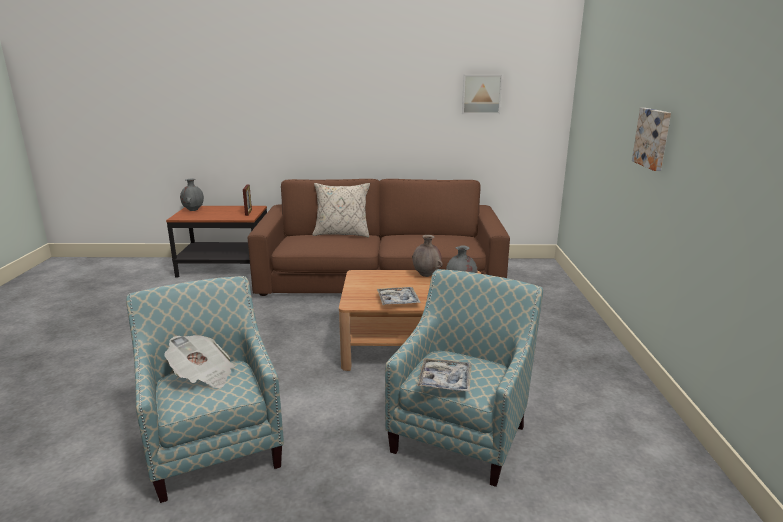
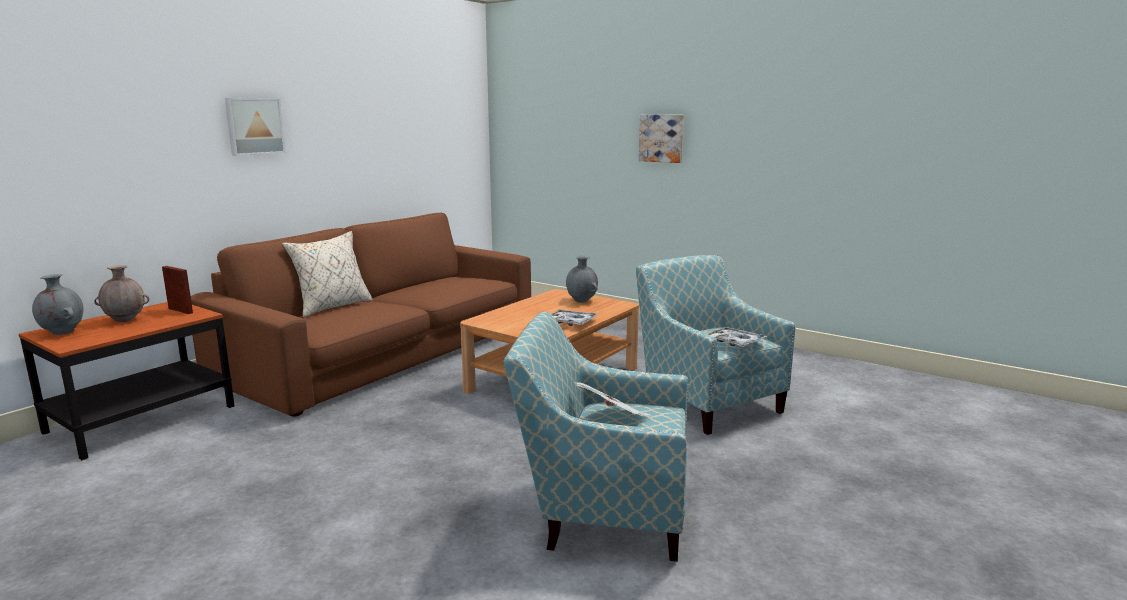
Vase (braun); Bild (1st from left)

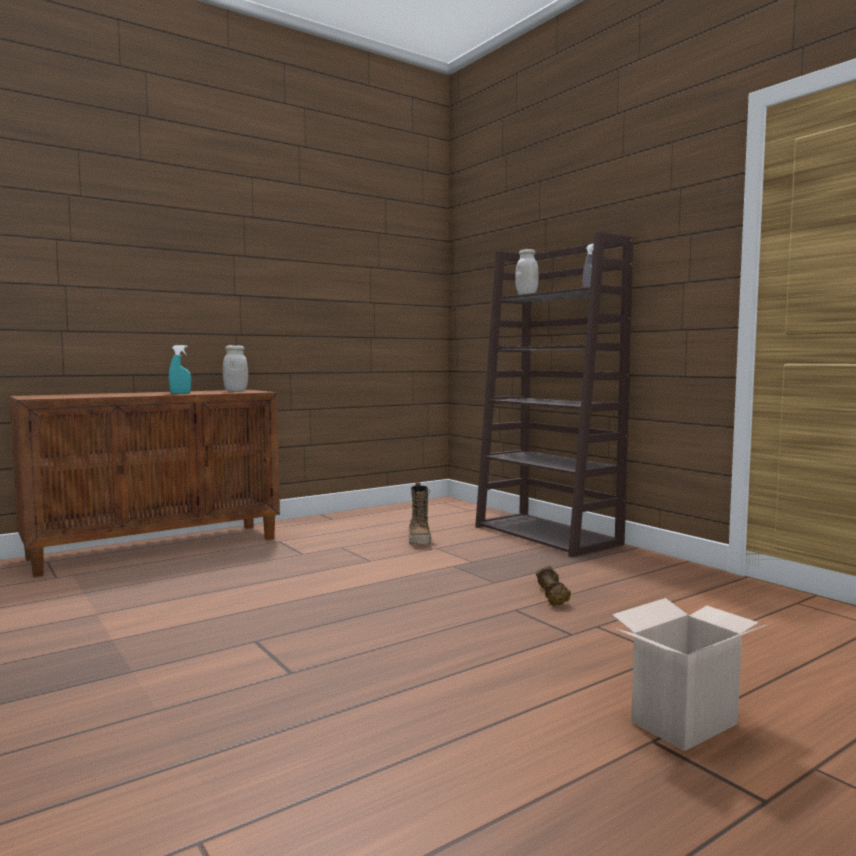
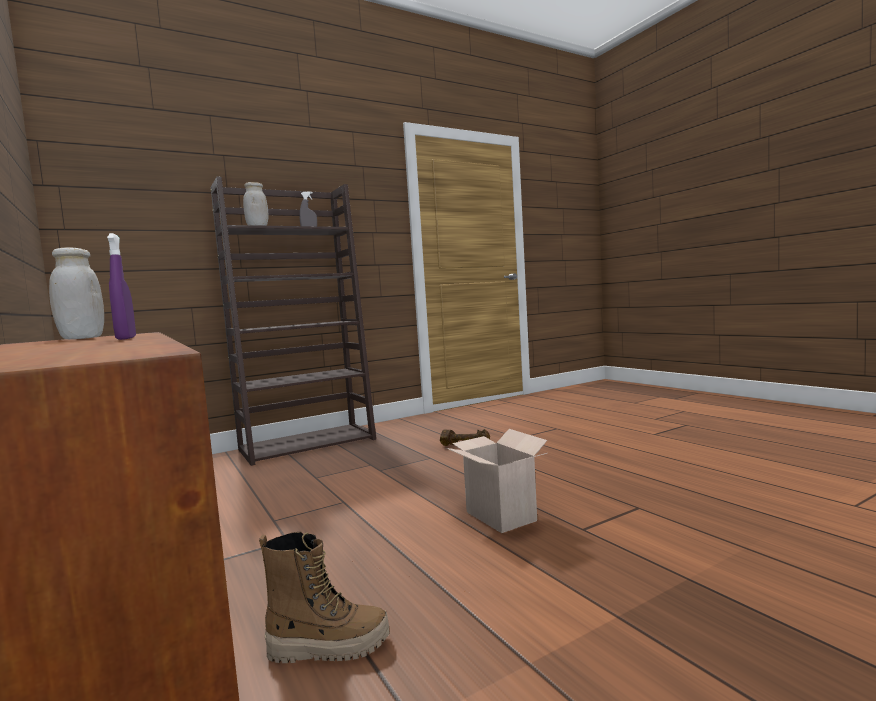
Sprühflasche (lila); Stiefel; Karton

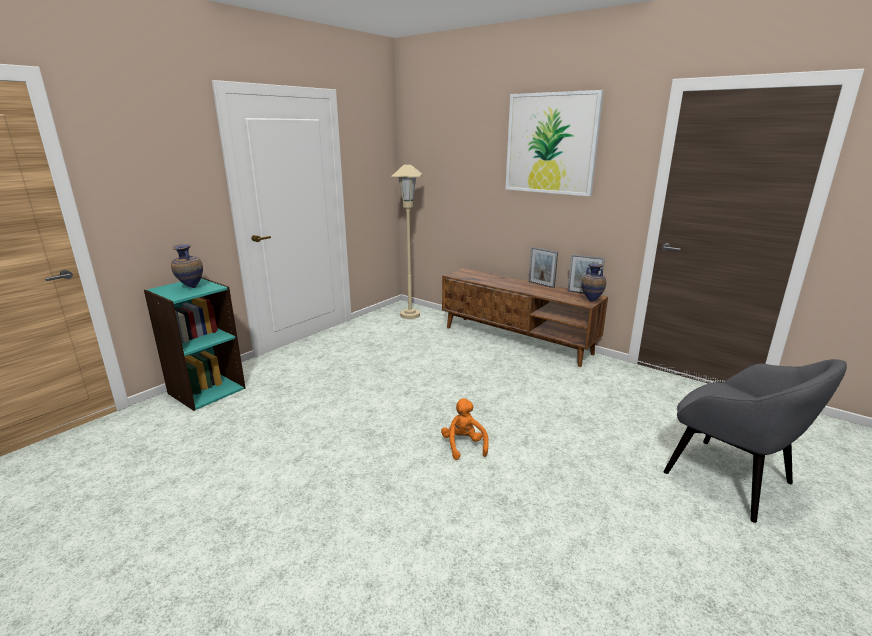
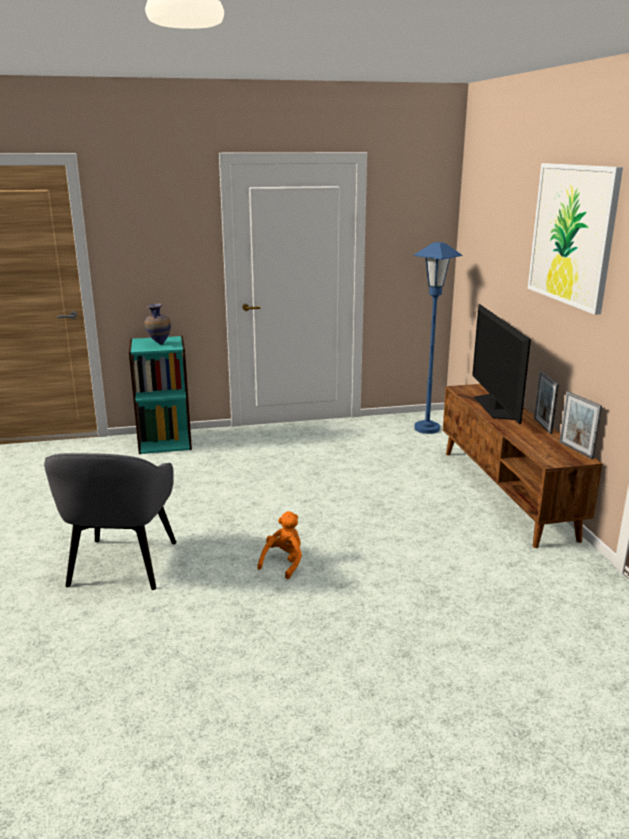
Sessel (grau); Stehlampe (blau); Fernseher; Vase (2nd from left in the first image)

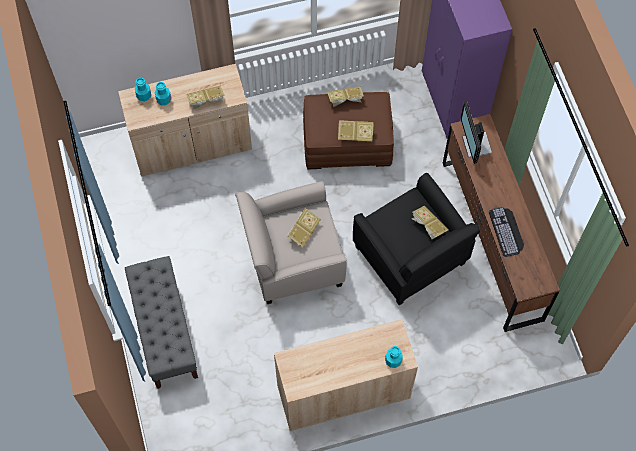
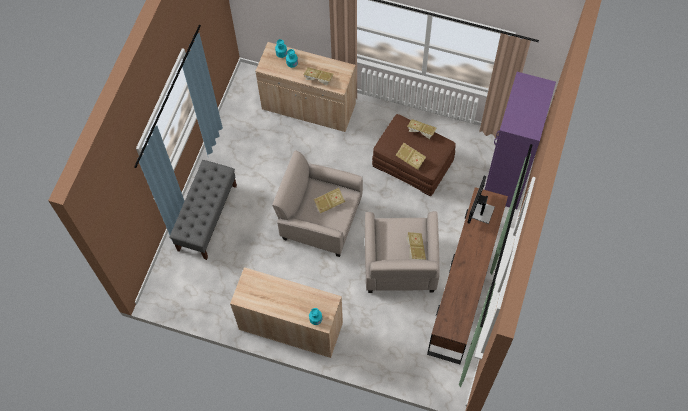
Sessel (beige) (2nd from left); Tastatur

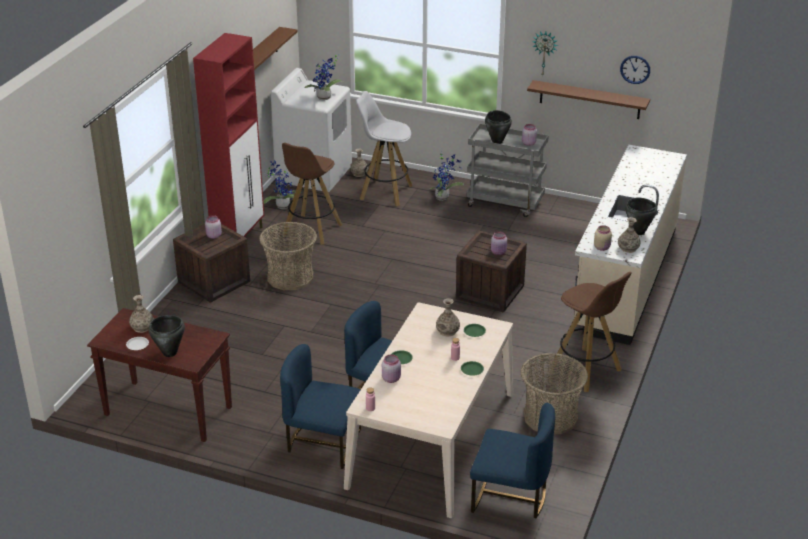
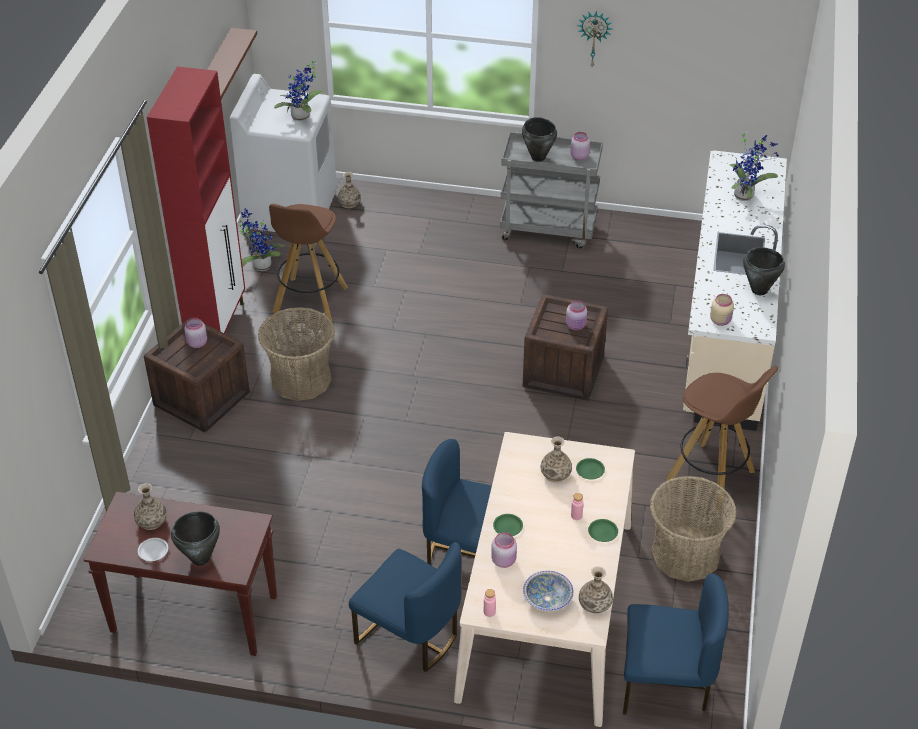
Stuhl (blau) (1st from left); Schüssel; Vase (4th from left); Topfpflanze (3rd from left); Hocker (weiß); Wandregal (braun) (2nd from left in the first image); Wanduhr (2nd from left in the first image)

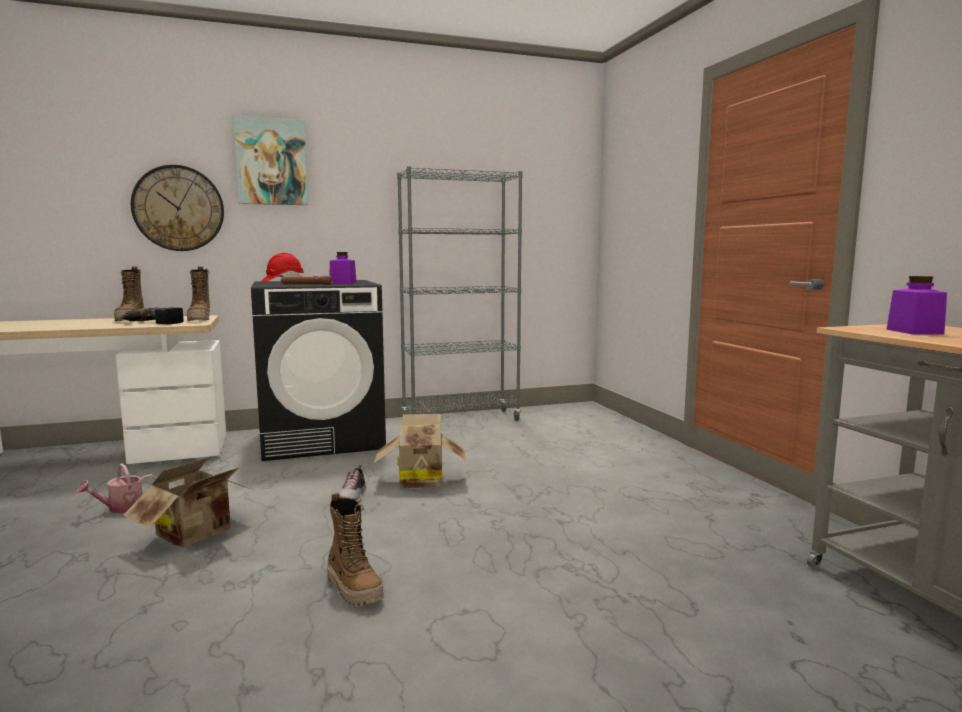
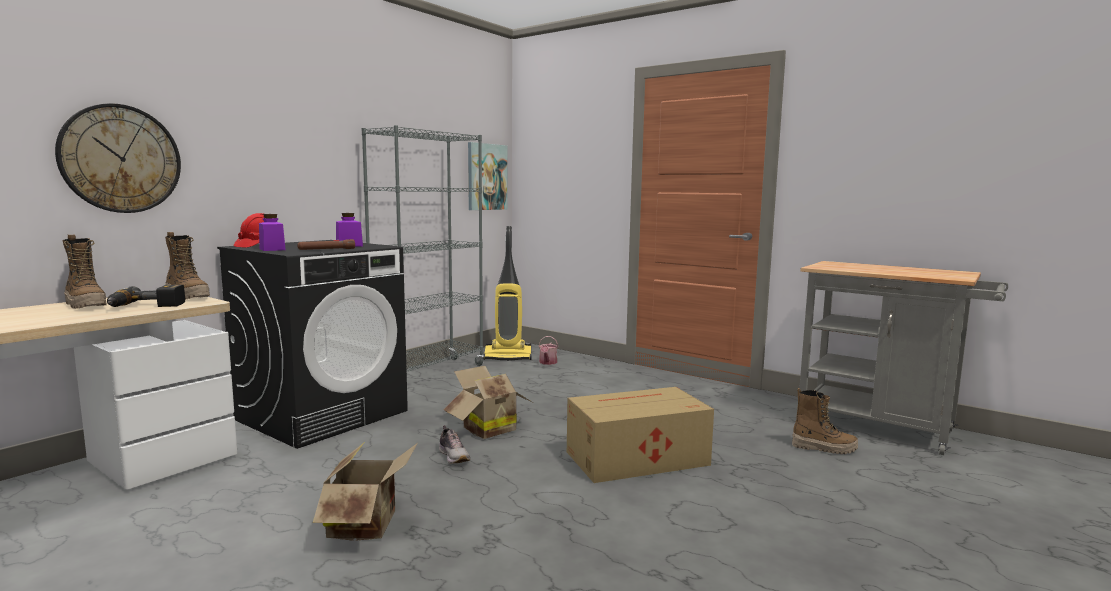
Vorratsglas (lila) (1st from left); Bild; Staubsauger; Gießkanne; Karton (3rd from left); Stiefel (3rd from left)

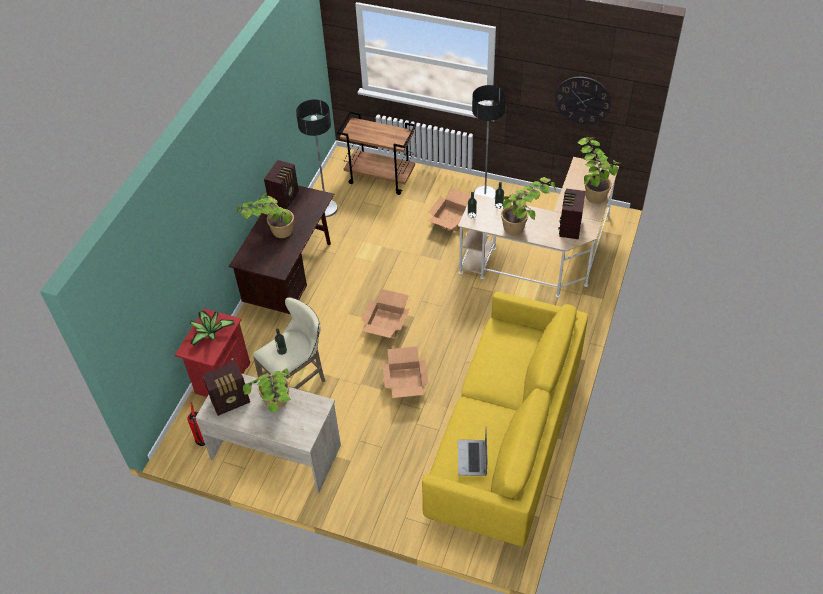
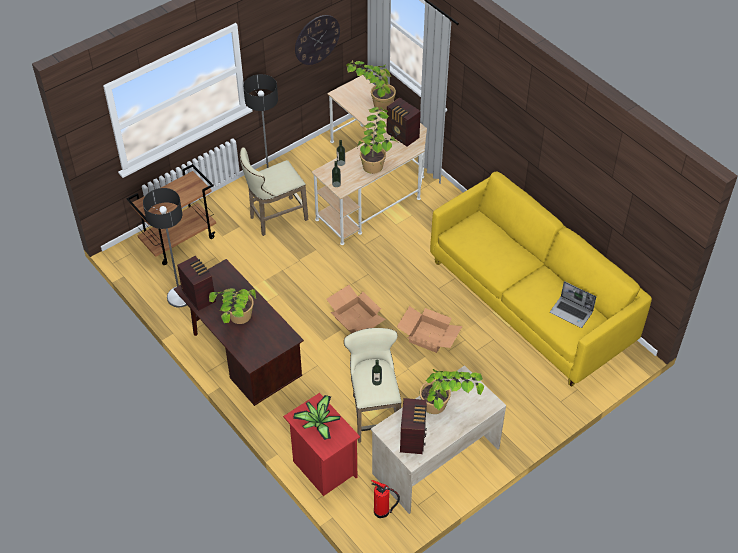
Hocker (beige) (1st from left)

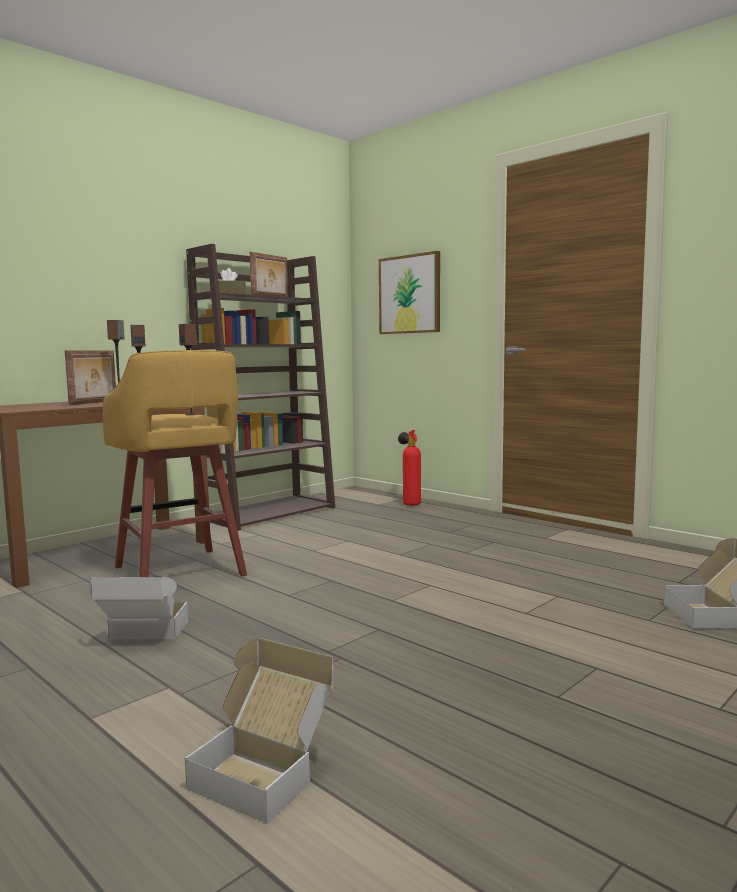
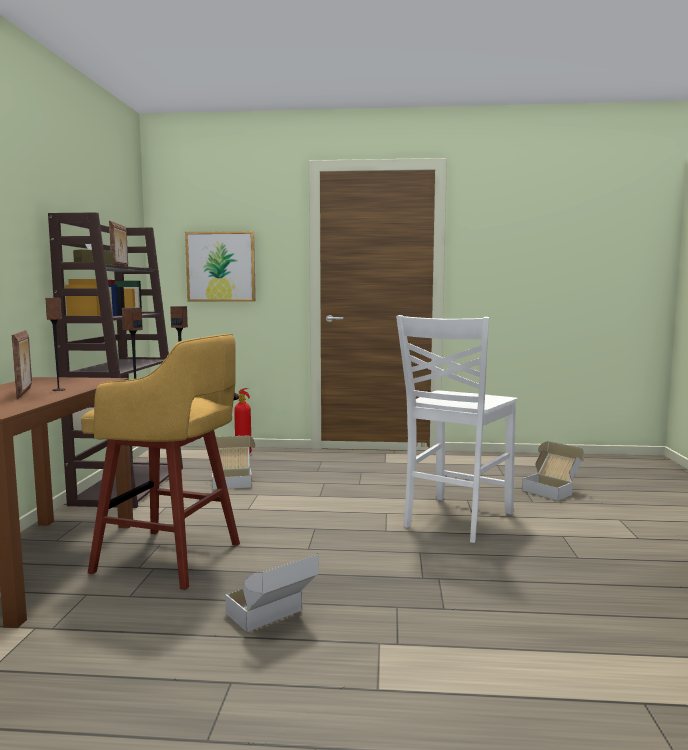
Karton (1st from left); Stuhl (weiß)

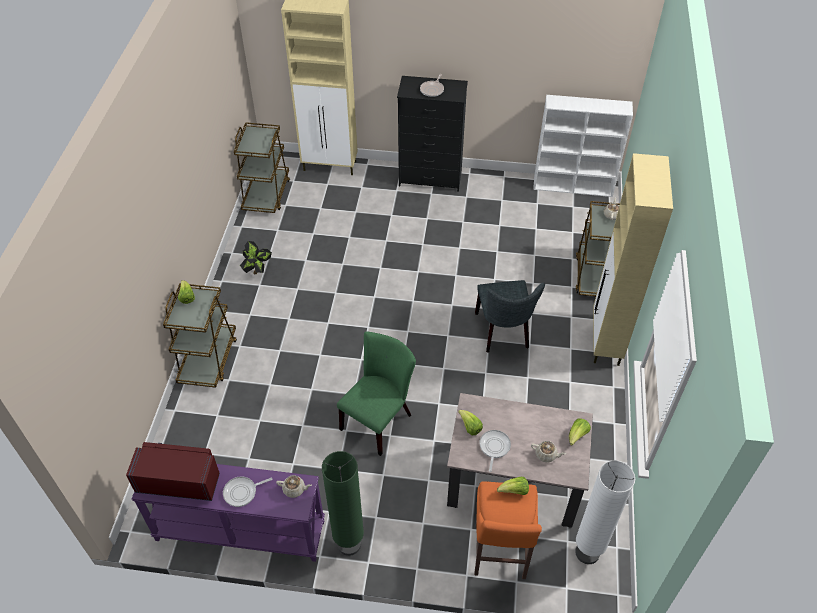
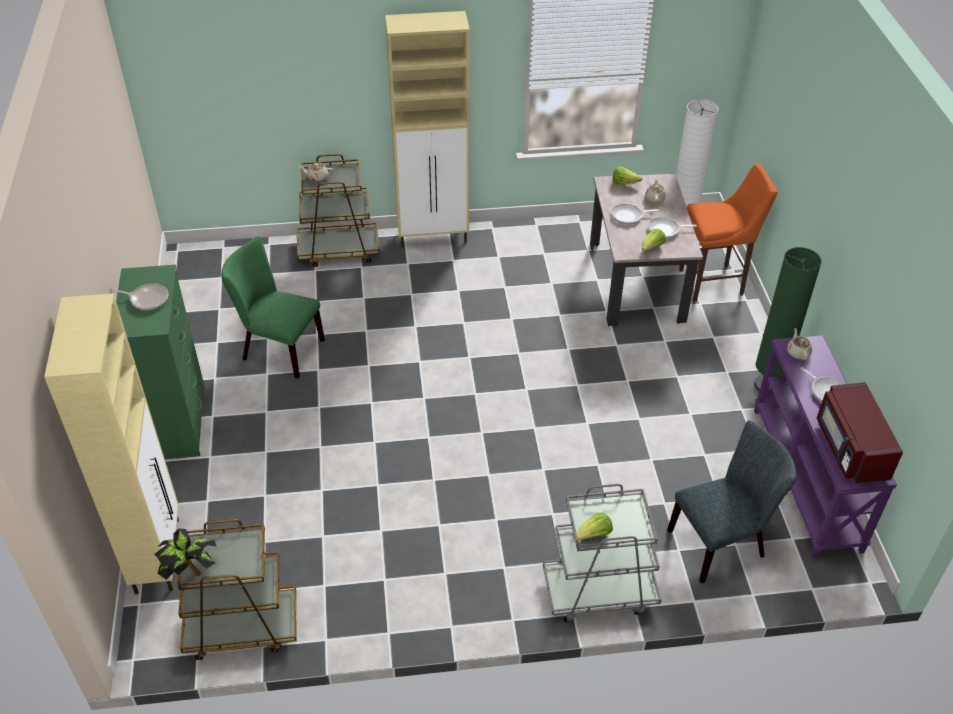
Kommode (grün); Topfpflanze; Stuhl (grün); Rollwagen (grau); Pfanne (2nd from left); Stuhl (grau); Salatkopf (3rd from left in the first image); Bücherregal (weiß)

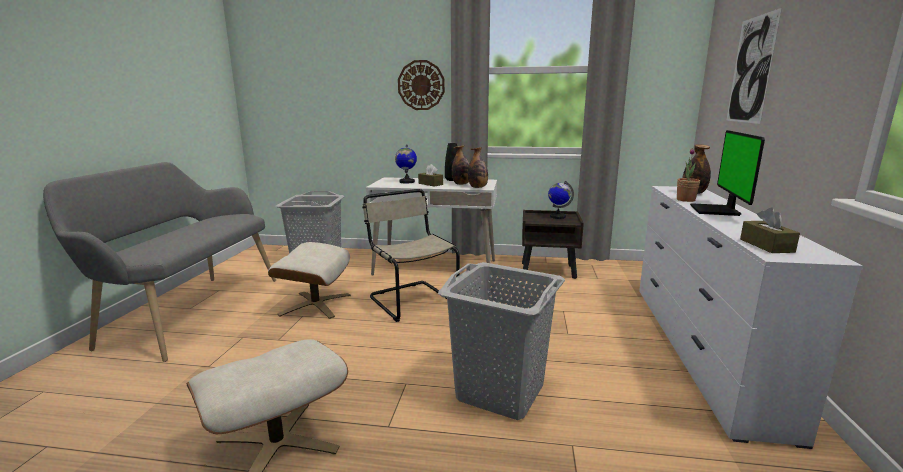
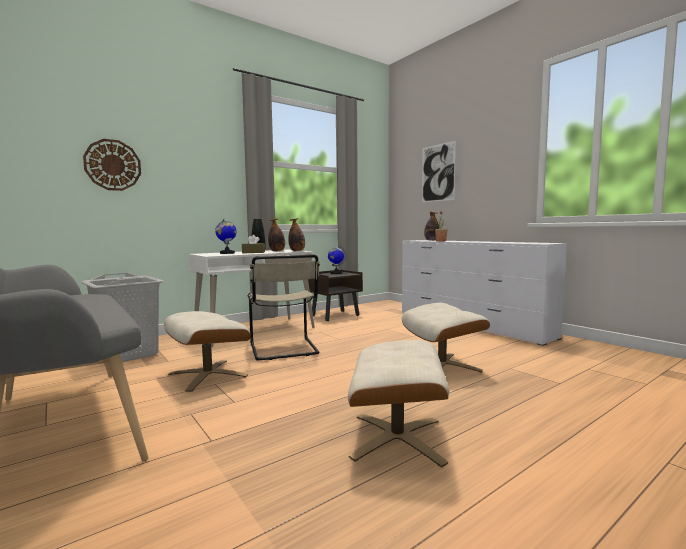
Wanduhr; Stuhl (beige); Polsterhocker (beige) (3rd from left); Monitor; Taschentuchbox (braun) (2nd from left in the first image)

